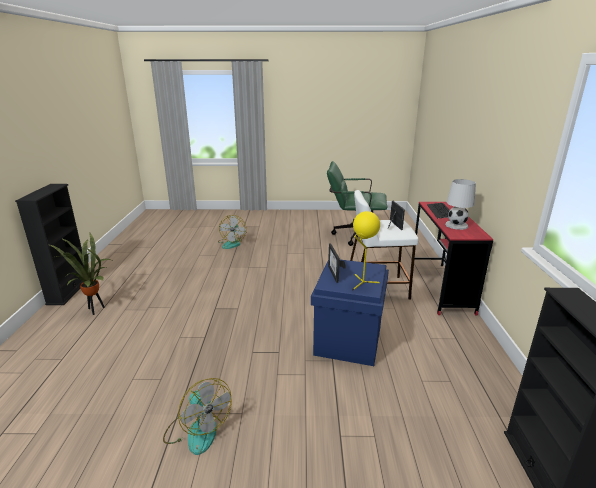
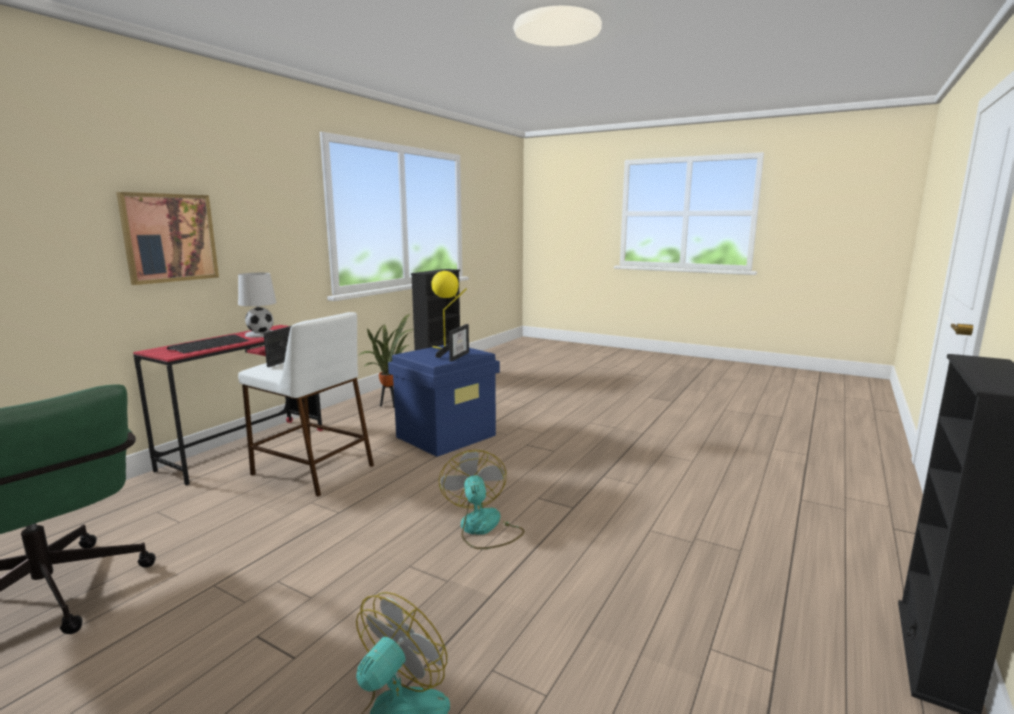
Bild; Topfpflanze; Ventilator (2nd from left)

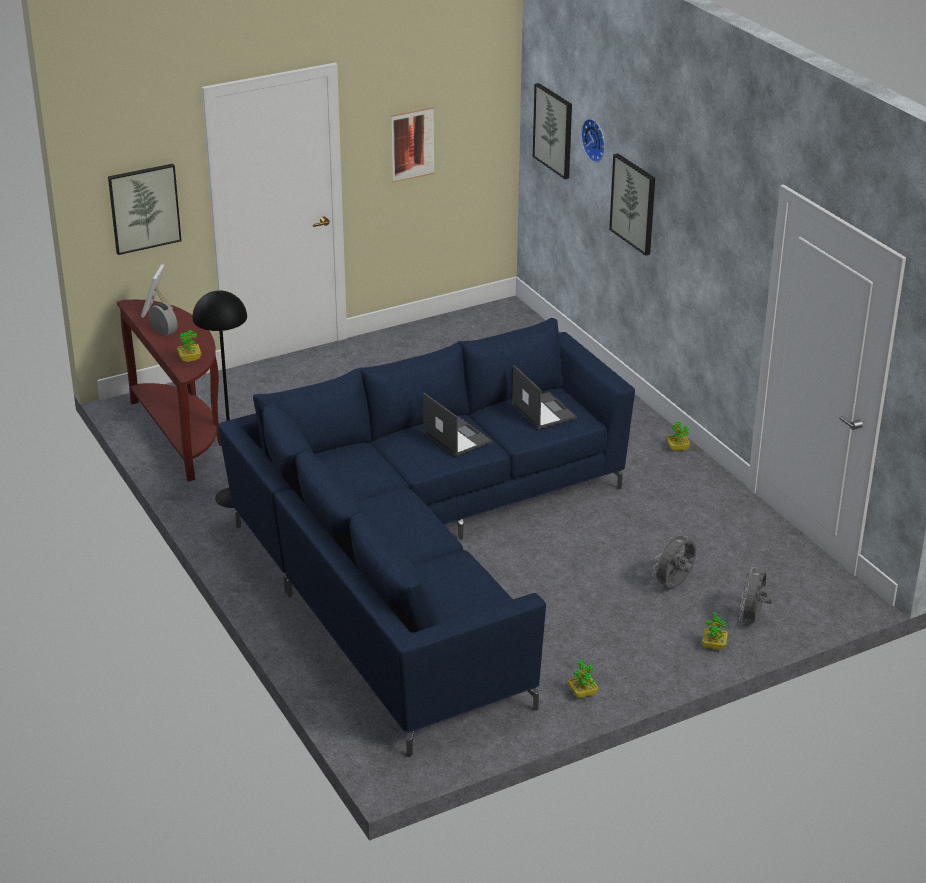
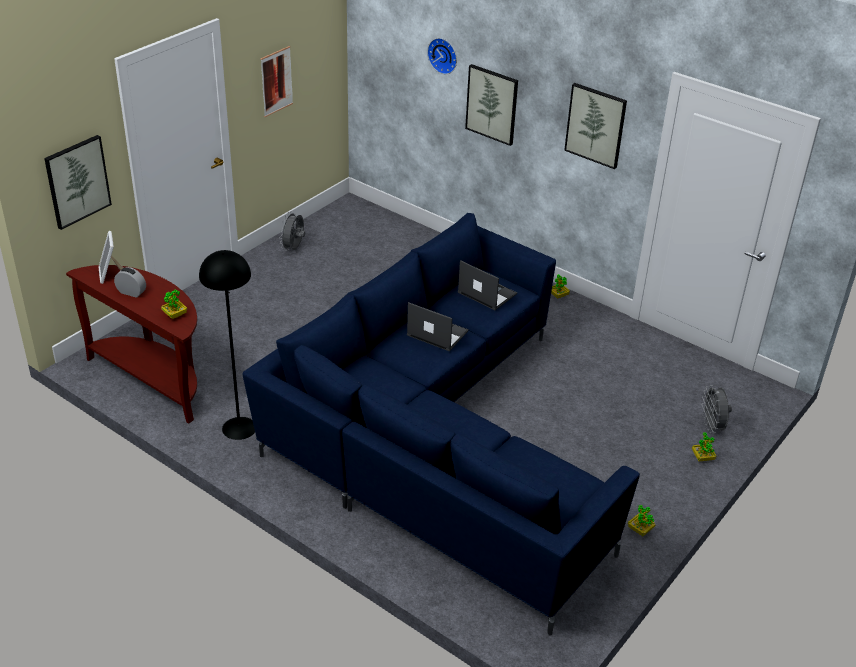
Ventilator (grau) (1st from left); Bild (4th from left)

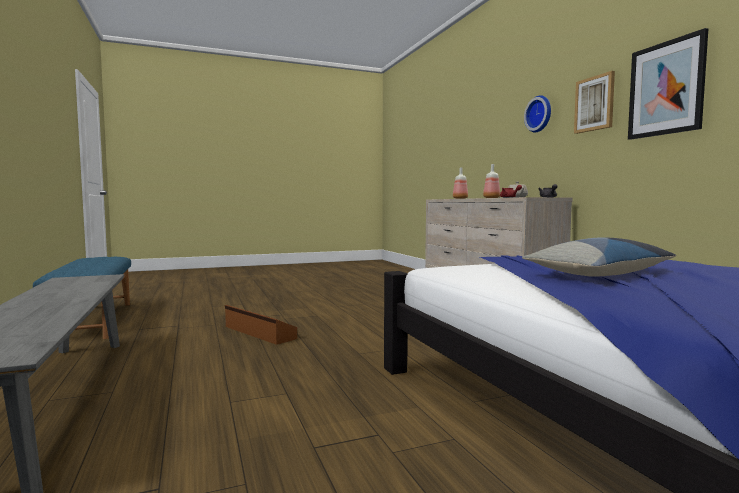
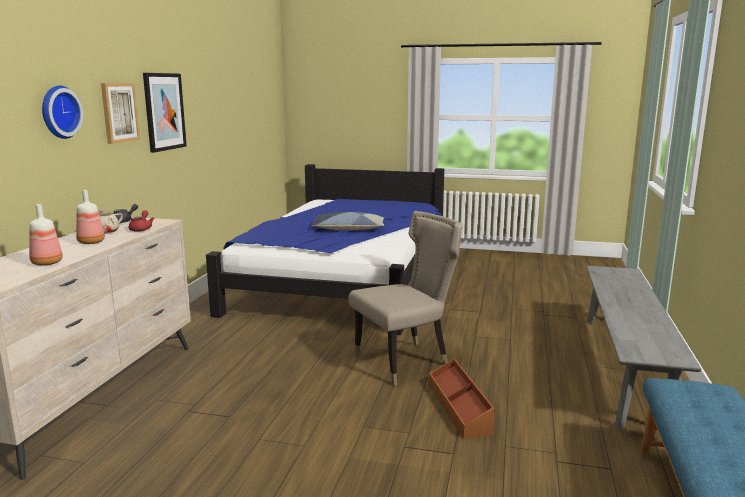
Stuhl (beige)

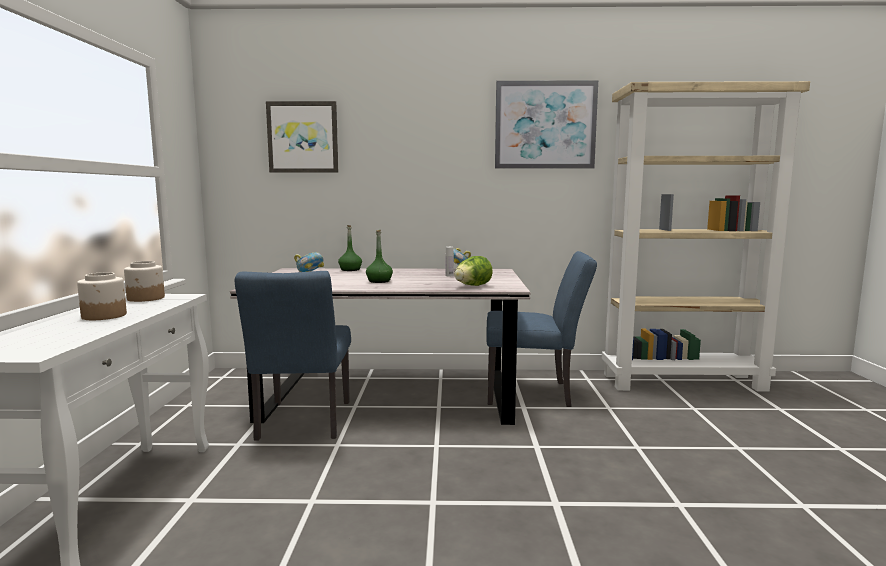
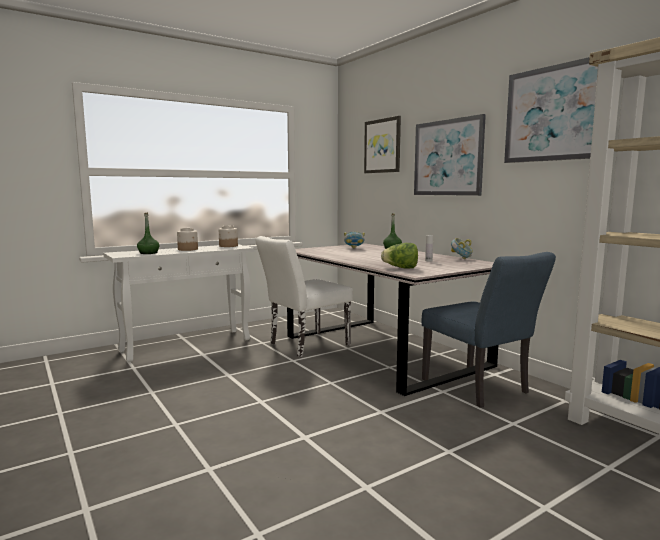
Flasche (grün) (1st from left); Stuhl (weiß); Bild (2nd from left)

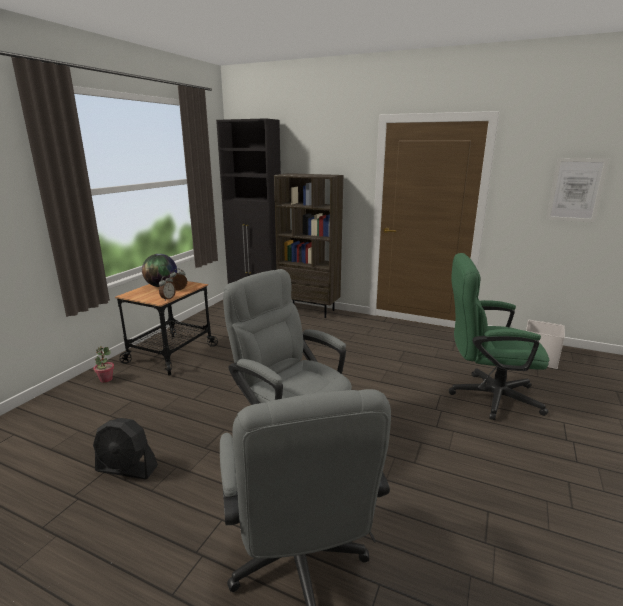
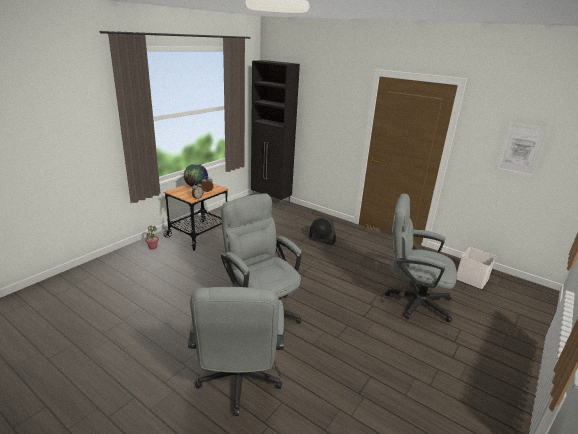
Ventilator (schwarz); Bürostuhl (grau) (3rd from left); Bücherregal (braun)

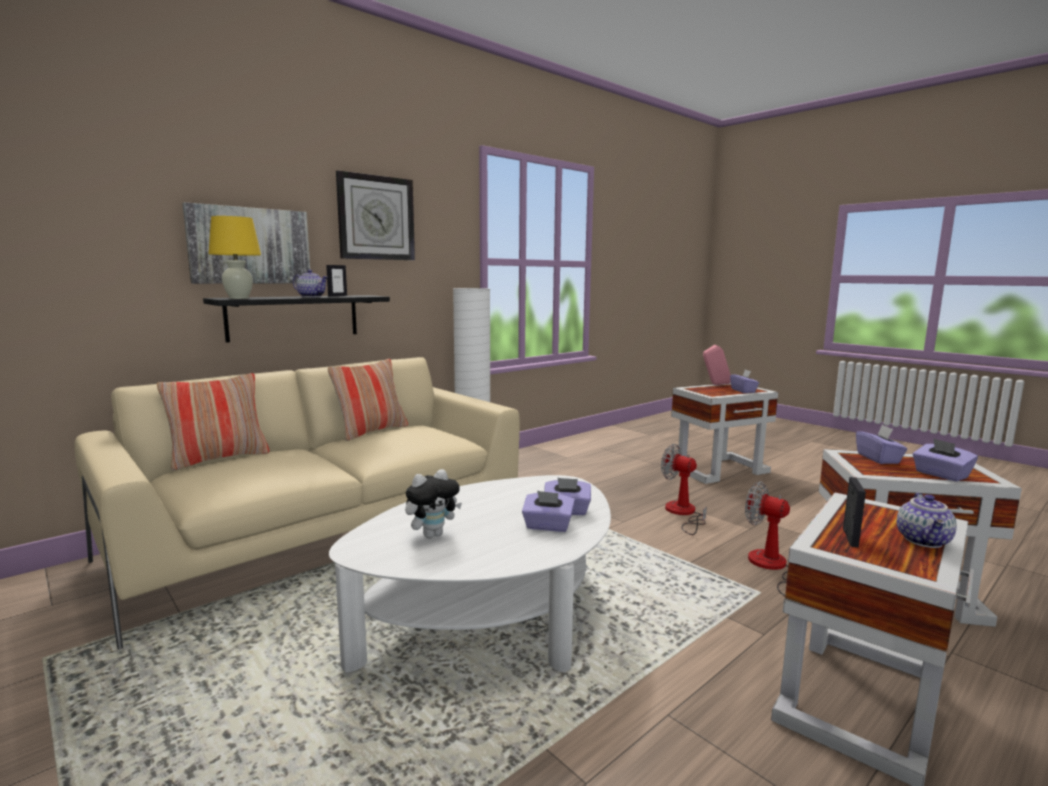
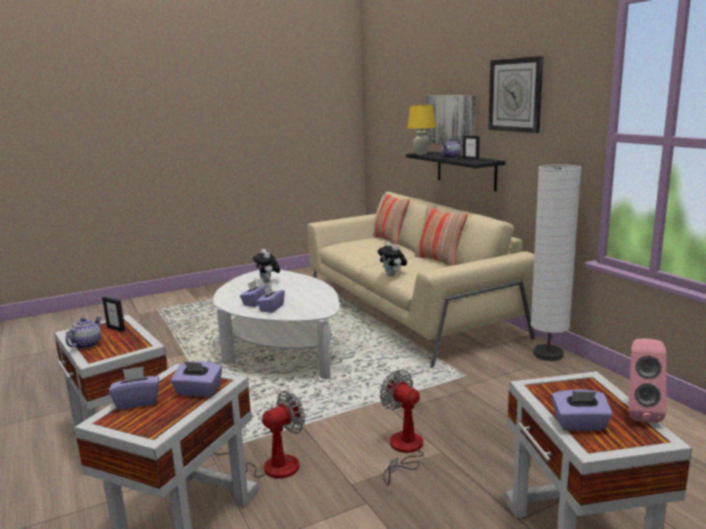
Teekanne (1st from left); Plüschtier (2nd from left); Ventilator (2nd from left)

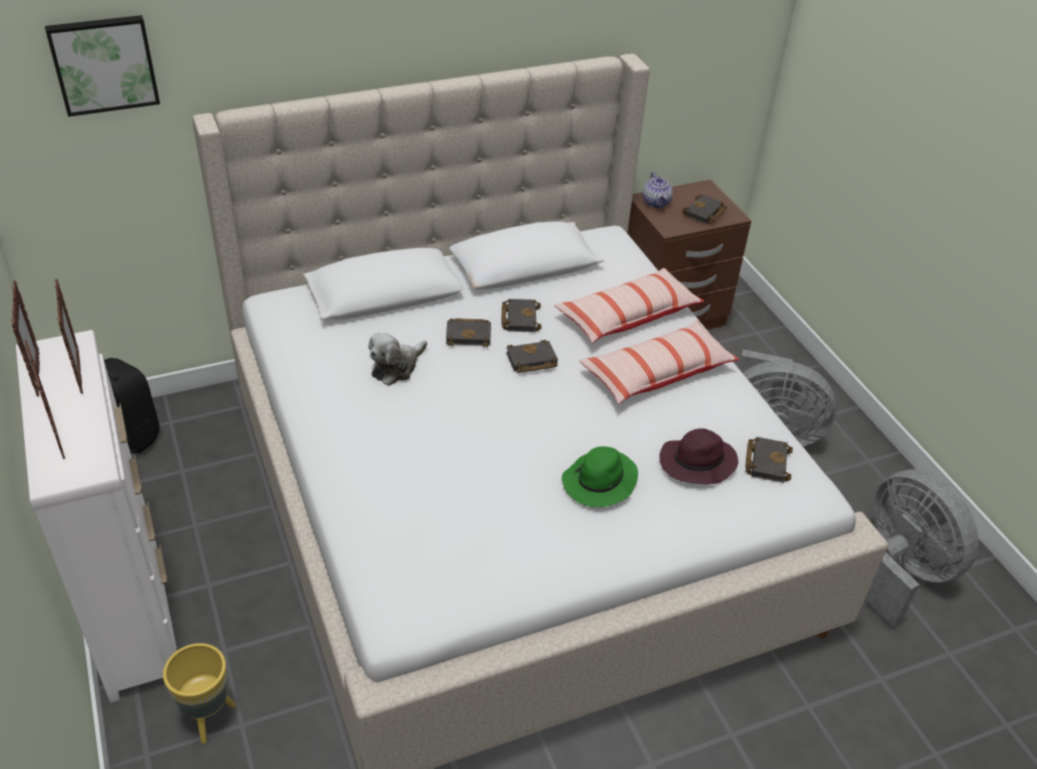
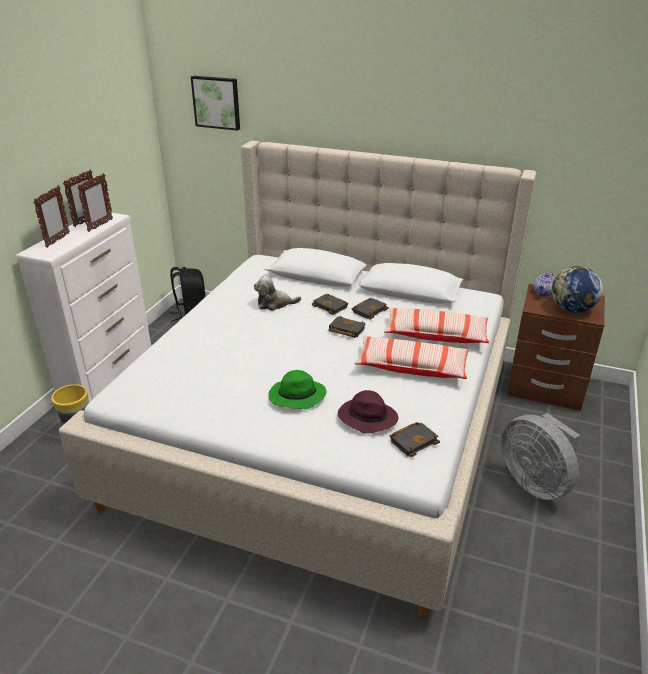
Globus; Ventilator (grau) (2nd from left in the first image)

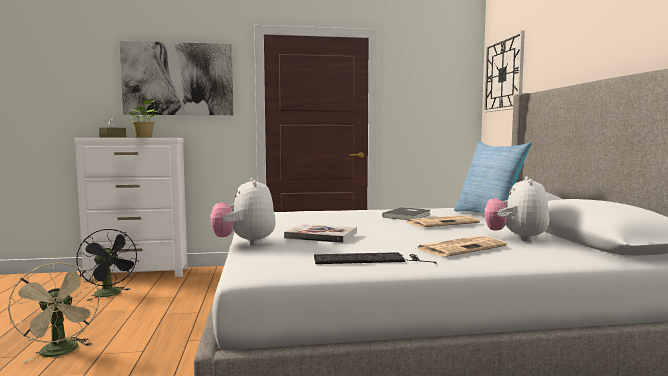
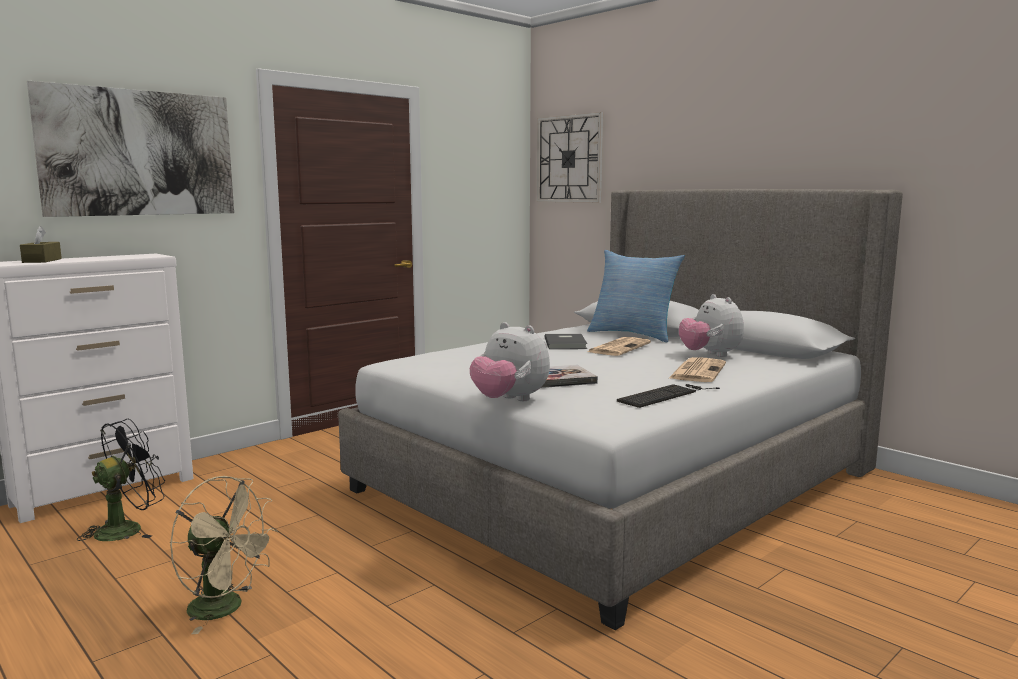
Ventilator (schwarz); Topfpflanze

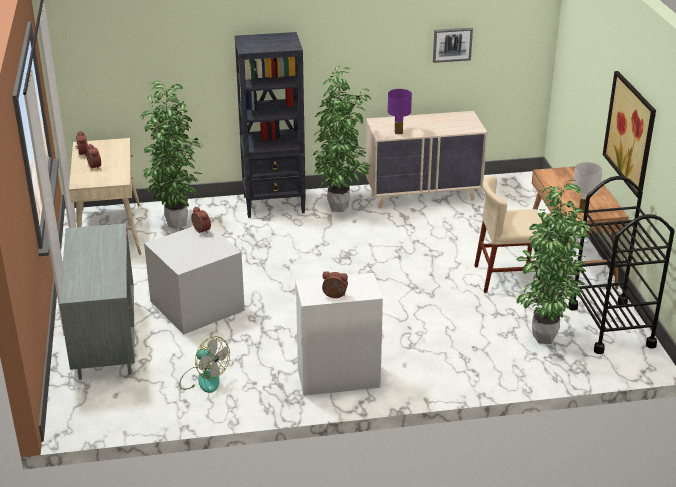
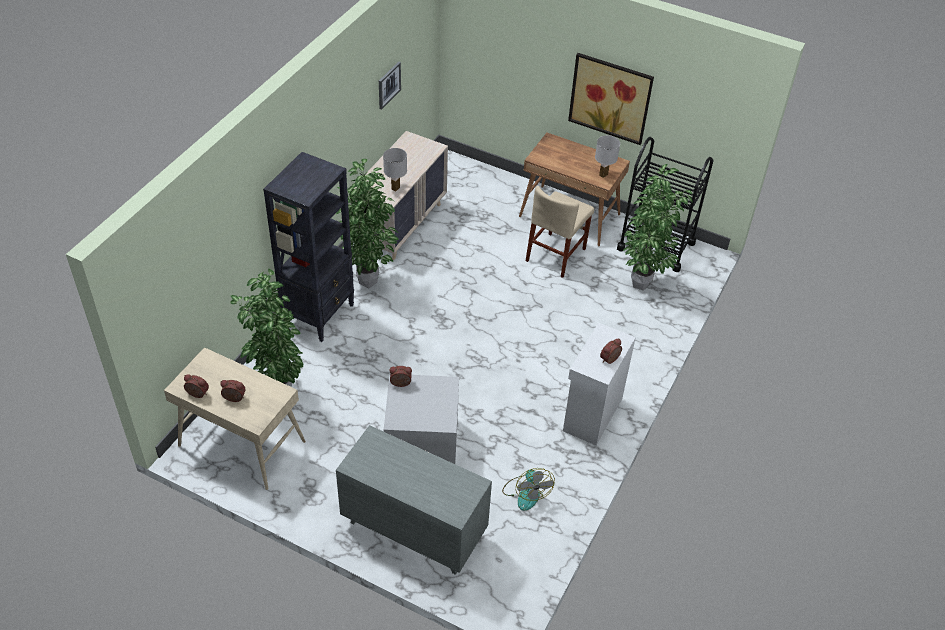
Tischlampe (weiß) (1st from left); Ventilator

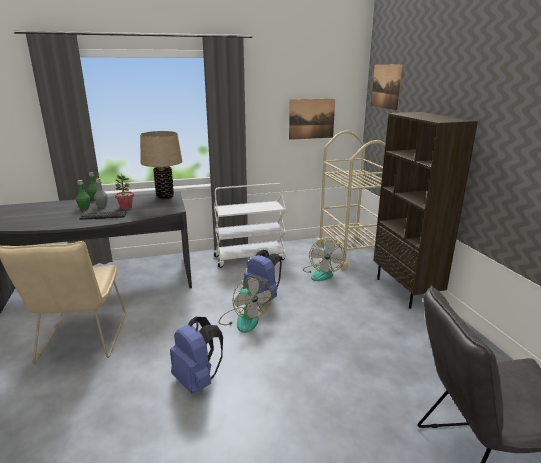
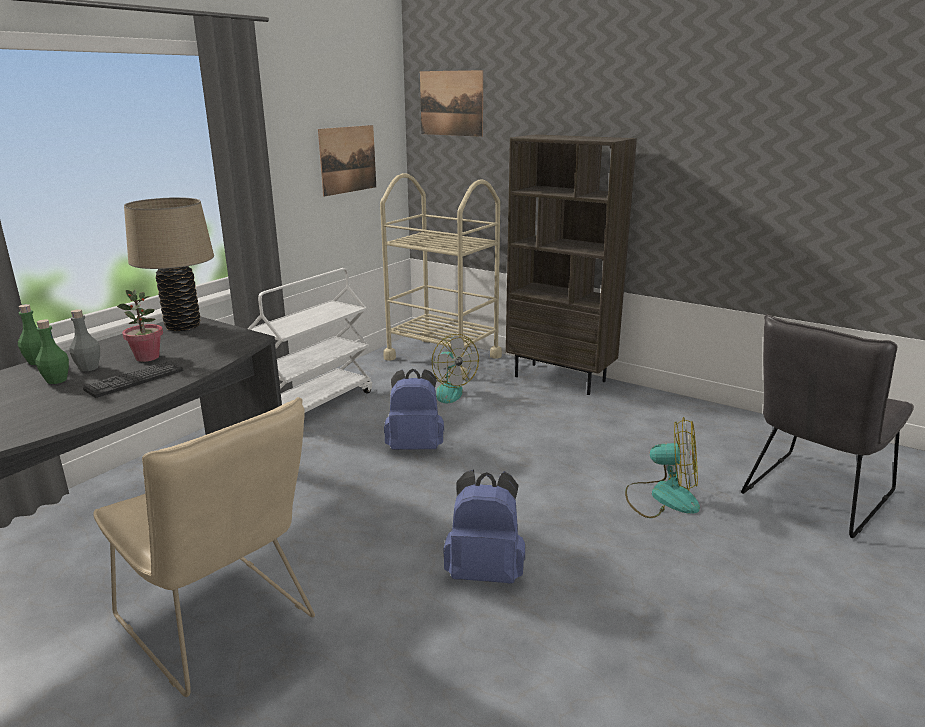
Ventilator (2nd from left)

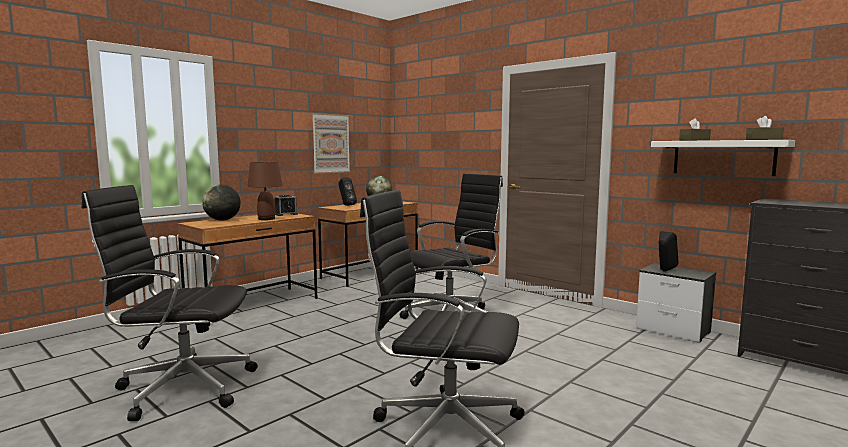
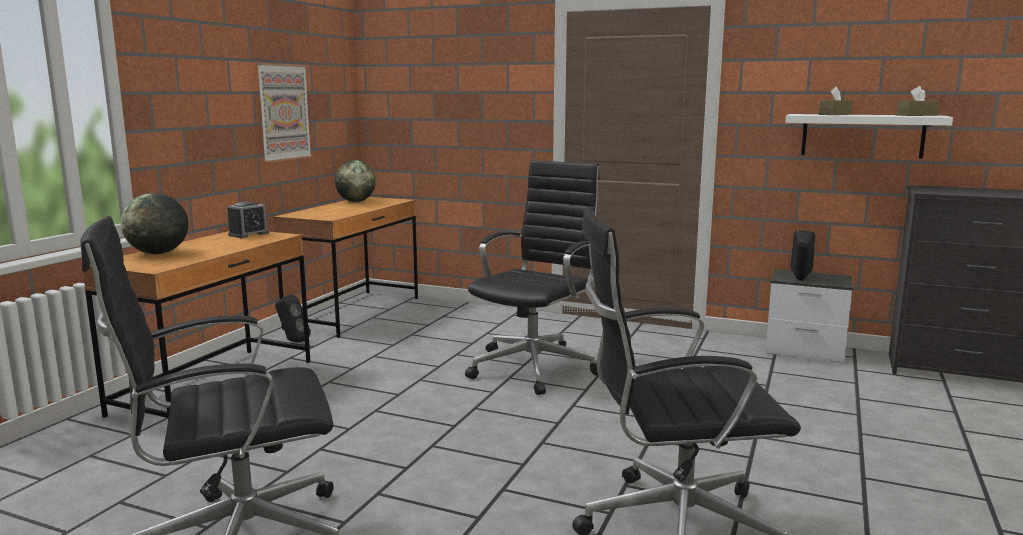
Lautsprecher (schwarz) (1st from left); Tischlampe (braun)

